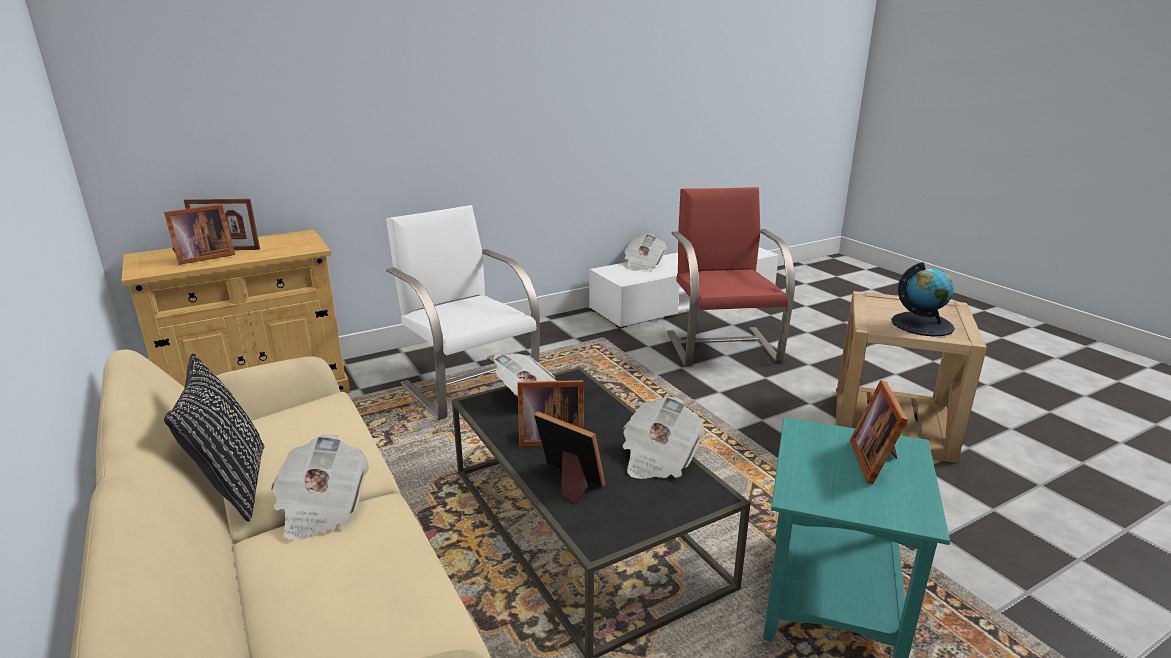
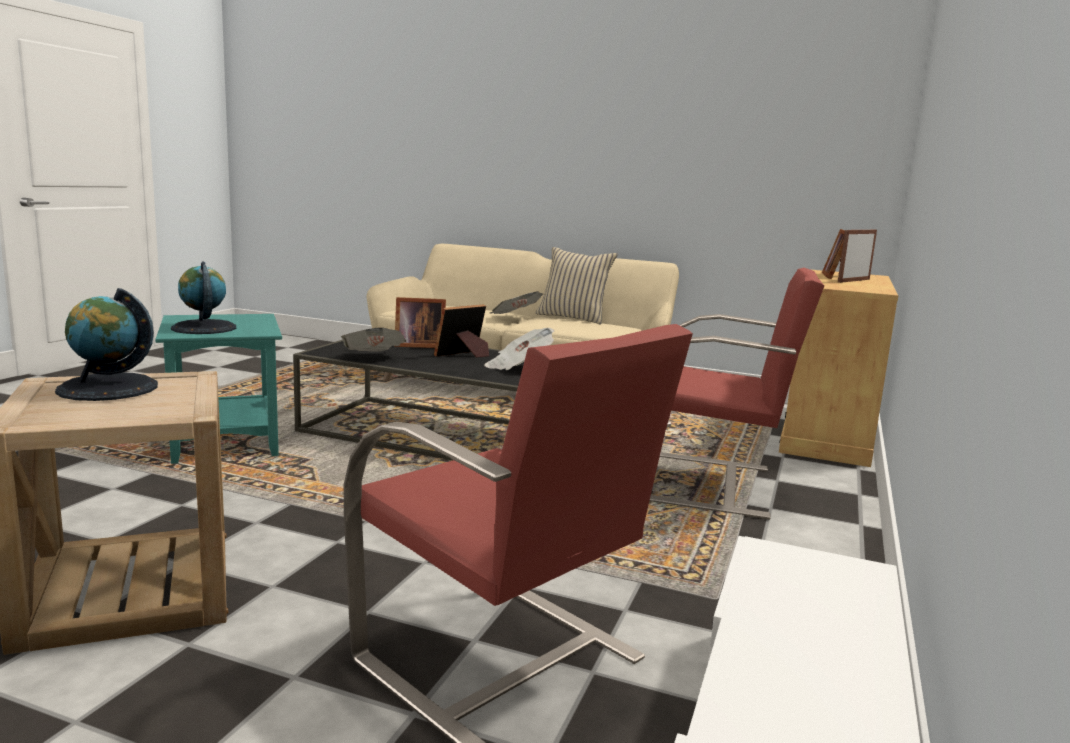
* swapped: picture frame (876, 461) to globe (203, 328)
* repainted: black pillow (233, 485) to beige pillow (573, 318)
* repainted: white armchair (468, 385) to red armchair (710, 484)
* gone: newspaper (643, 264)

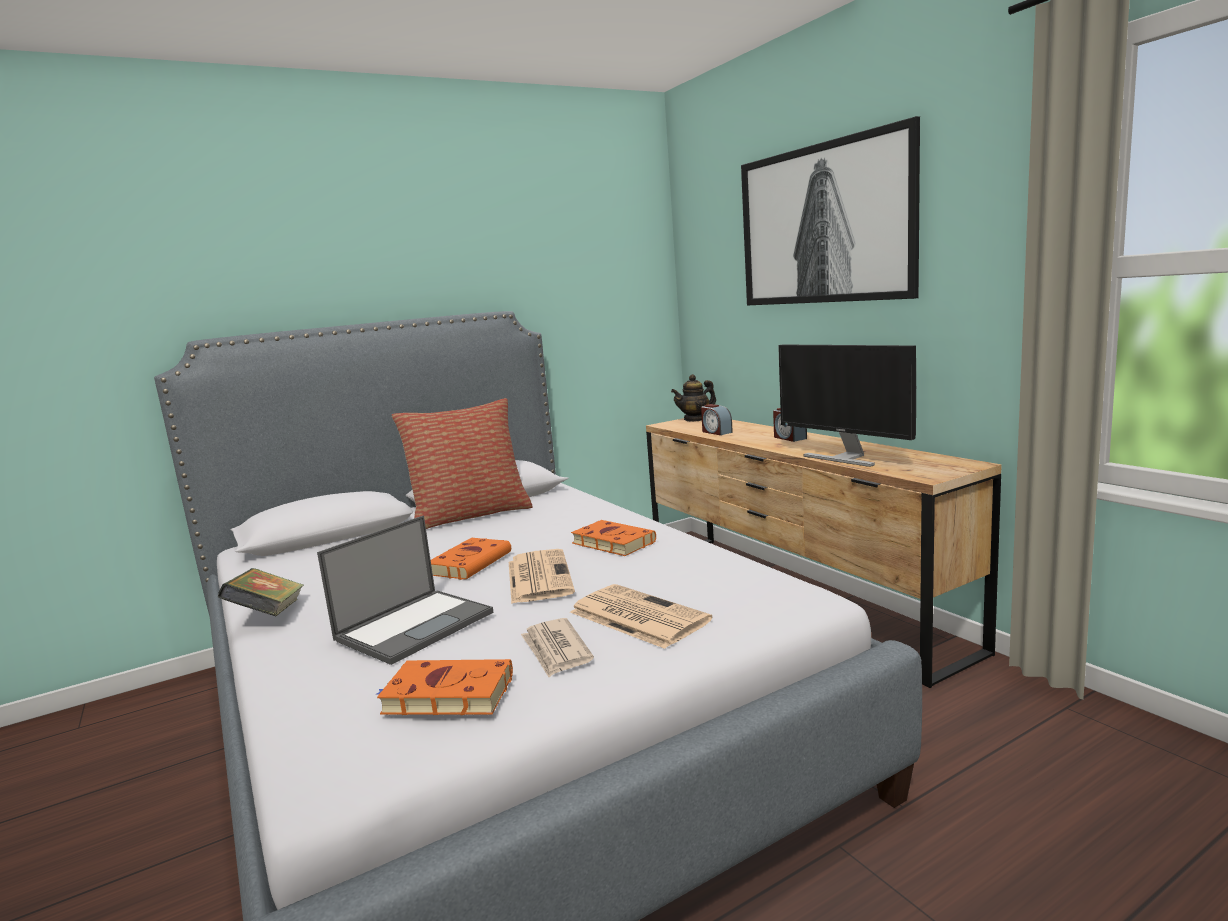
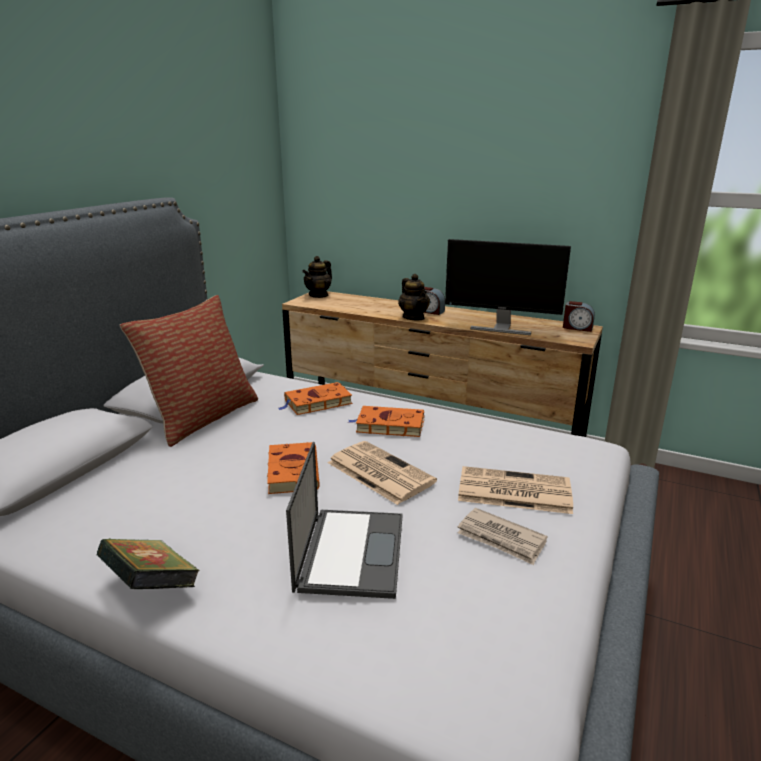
* shifted: orange book (444, 695) to (316, 403)
* new: teapot (413, 317)
* shifted: alarm clock (716, 432) to (577, 328)
* gone: picture (824, 224)

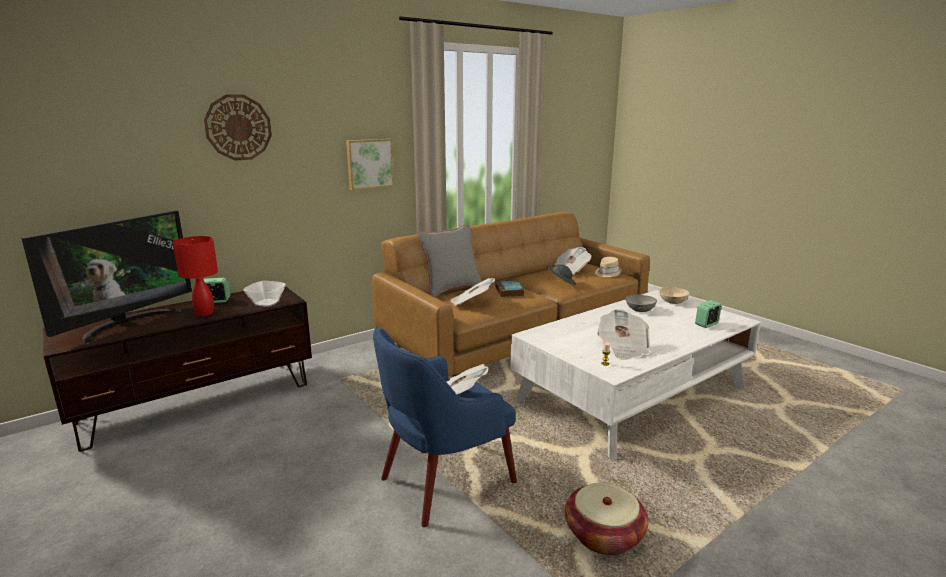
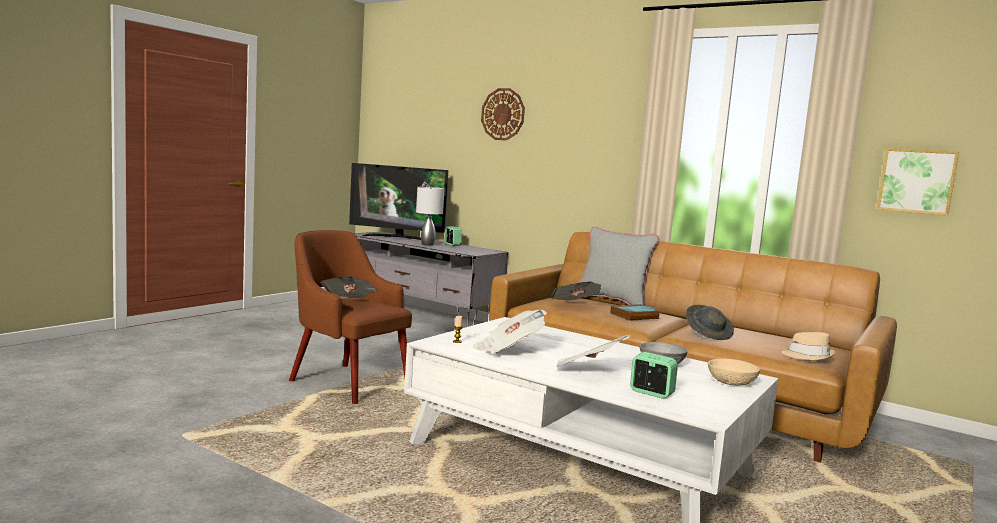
* repainted: blue armchair (444, 481) to brown armchair (347, 382)
* repainted: brown tv stand (199, 402) to grey tv stand (419, 315)
* repainted: red table lamp (205, 313) to grey table lamp (427, 244)
* shifted: newspaper (570, 271) to (587, 371)
* shifted: picture (369, 163) to (917, 181)
* gone: bowl (266, 303)
* gone: basket (603, 535)

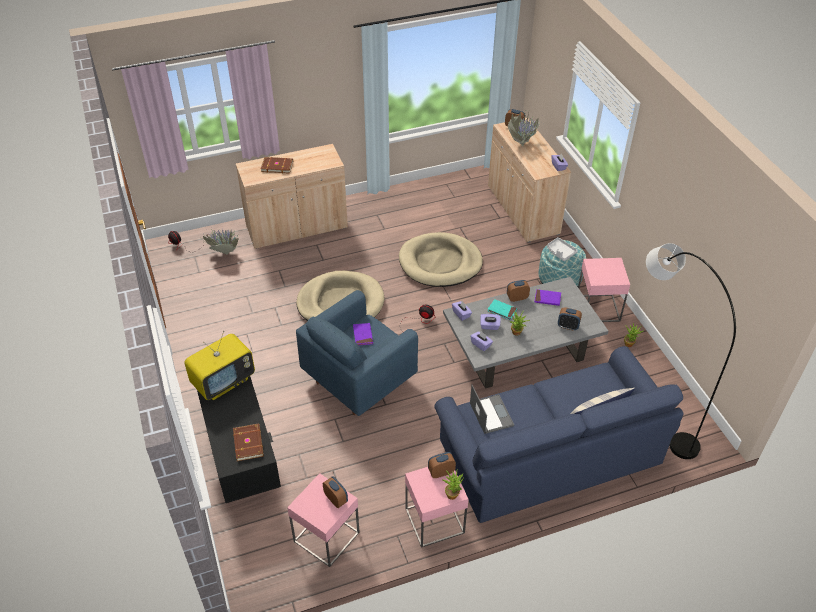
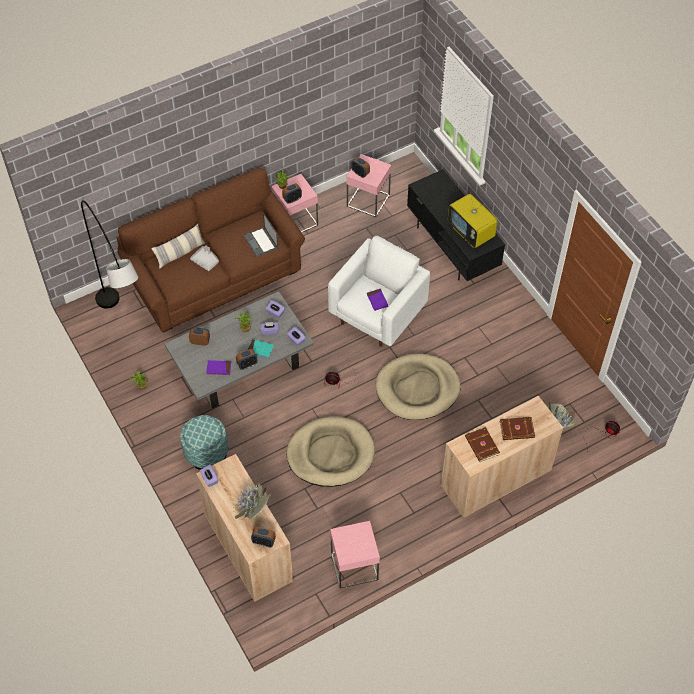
* repainted: blue sofa (548, 455) to brown sofa (215, 276)
* shifted: grey tray (560, 252) to (205, 261)
* repainted: blue armchair (360, 380) to white armchair (377, 315)
* shifted: pink side table (598, 308) to (354, 566)
* rotated: television (223, 381) = (471, 233) 75 degrees counterclockwise
* shifted: brown book (249, 443) to (481, 446)

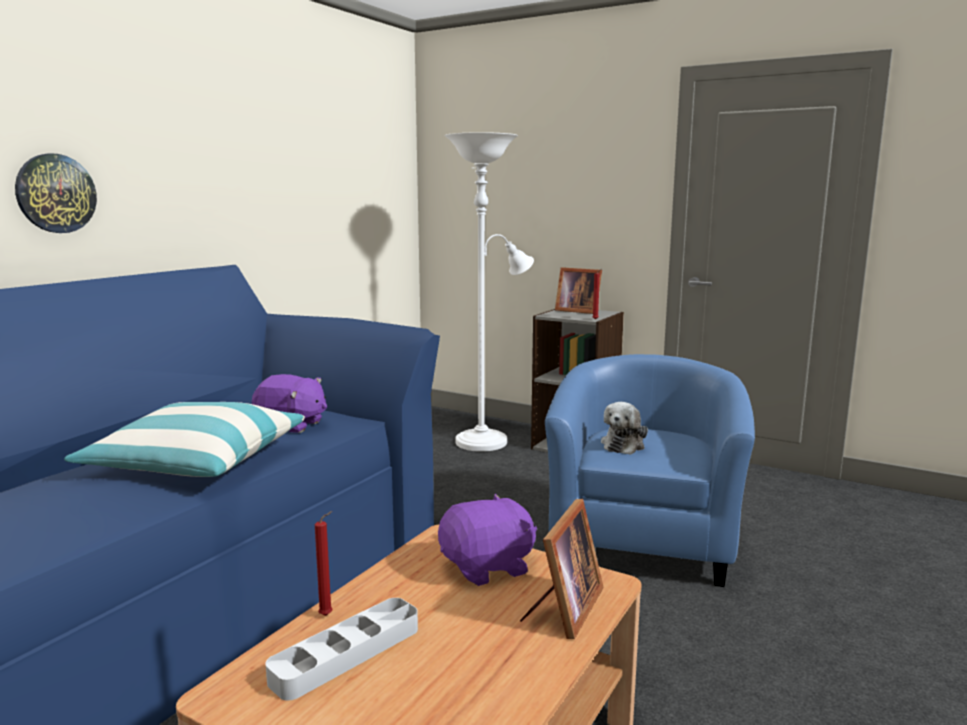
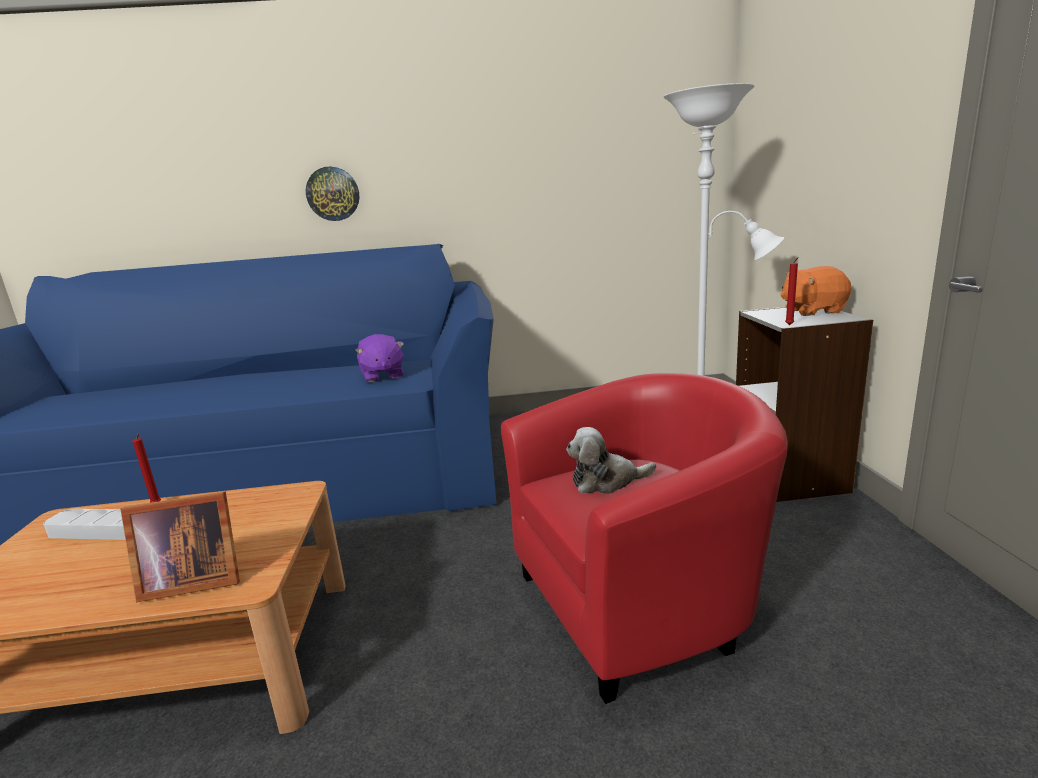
* repainted: blue armchair (643, 539) to red armchair (640, 604)
* swapped: picture frame (577, 311) to orange plush toy (812, 311)
* gone: pillow (196, 461)
* gone: purple plush toy (488, 567)

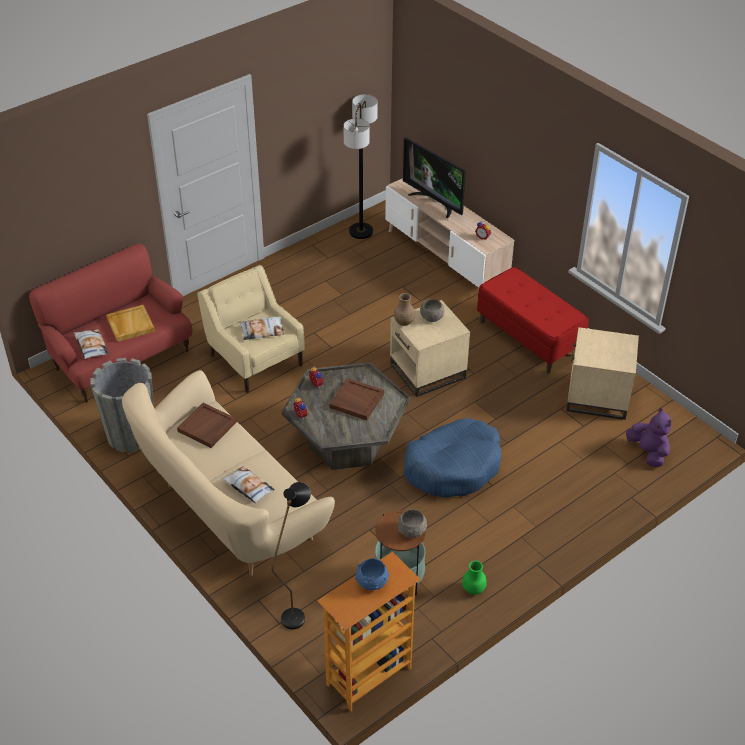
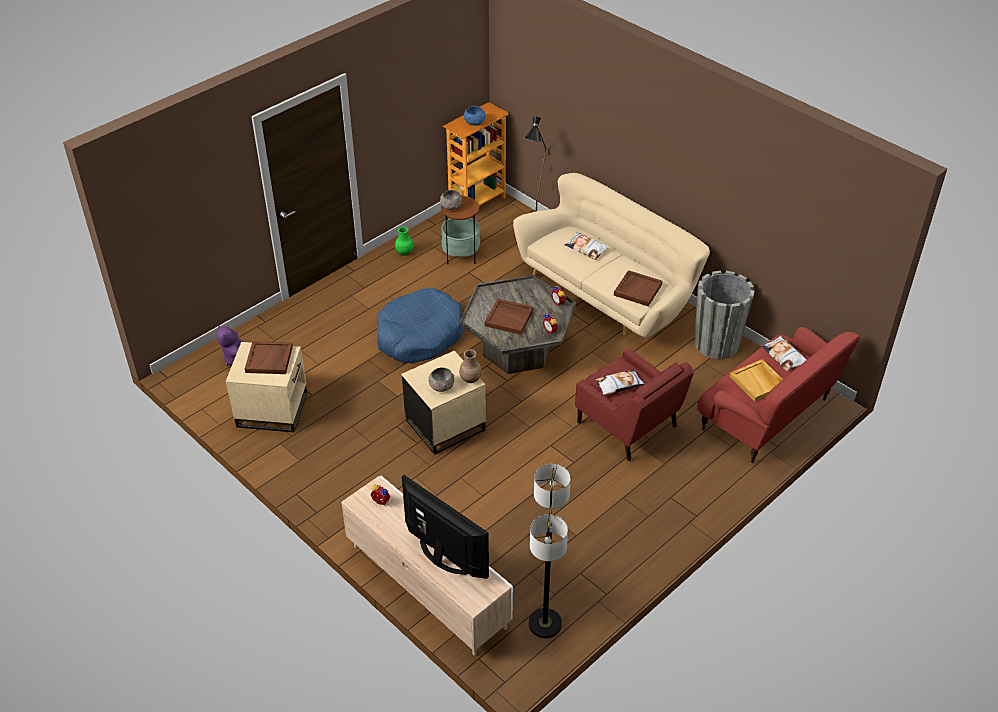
* new: brown tray (269, 359)
* repainted: beige armchair (255, 359) to red armchair (628, 426)
* gone: red bench (529, 338)

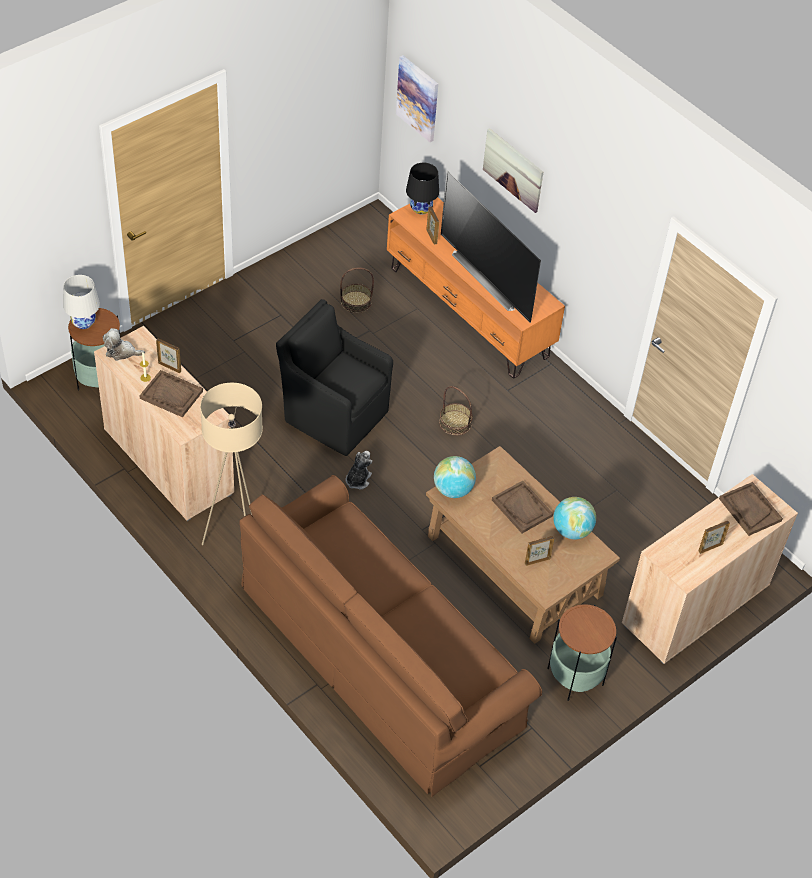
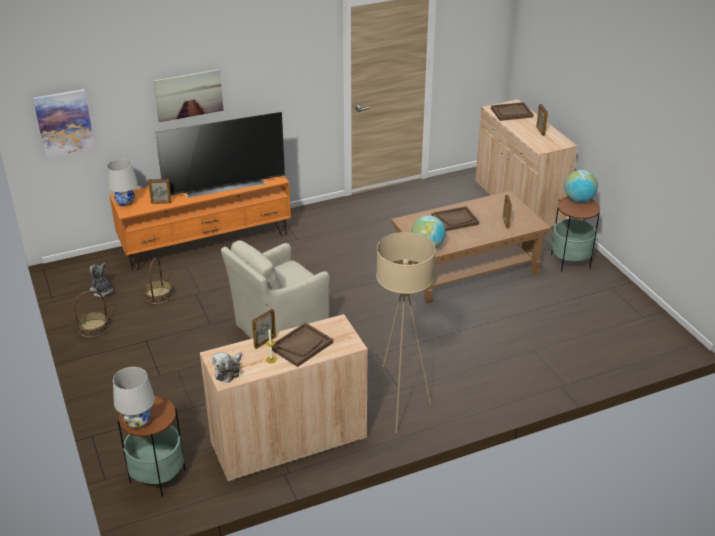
* shifted: basket (455, 422) to (93, 328)
* shifted: plush toy (357, 480) to (102, 291)
* repainted: black table lamp (421, 208) to white table lamp (125, 202)
* repainted: black armchair (333, 414) to beige armchair (279, 329)
* shifted: globe (571, 530) to (579, 200)
* gone: brown sofa (381, 654)

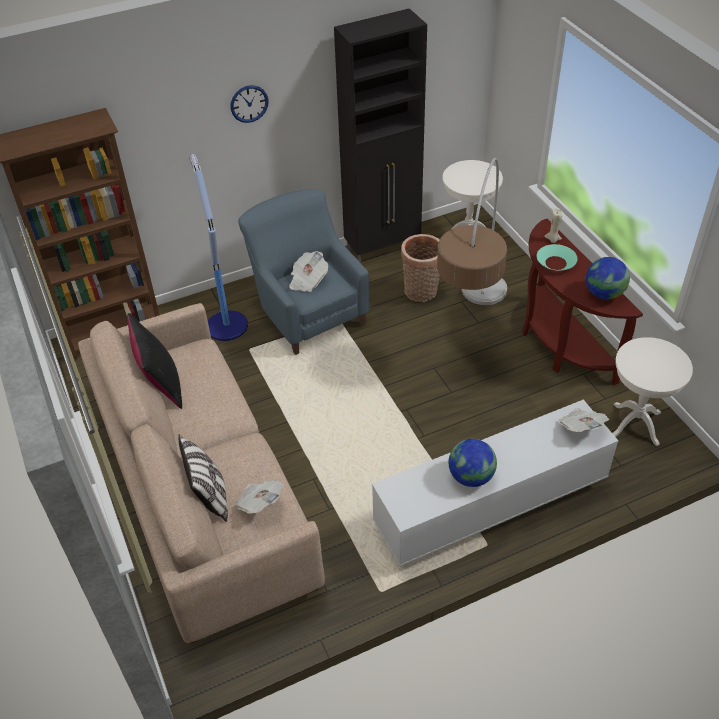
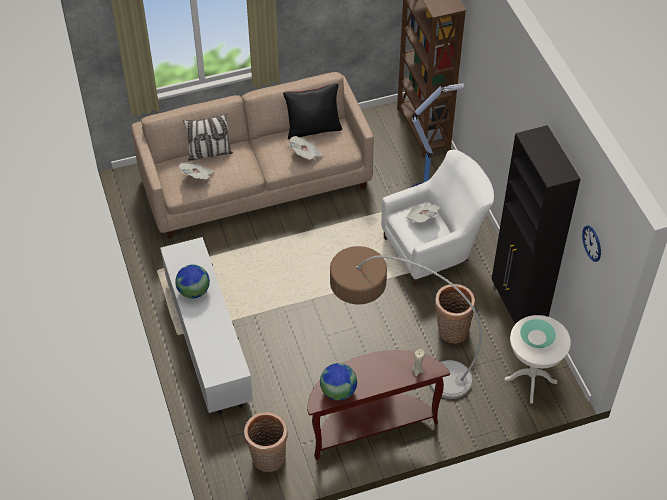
* swapped: white side table (635, 424) to basket (268, 460)
* shifted: newspaper (581, 427) to (305, 154)
* repainted: blue armchair (307, 312) to white armchair (435, 248)
* shifted: turquoise bowl (556, 263) to (537, 337)
* shifted: wall clock (249, 103) to (592, 243)

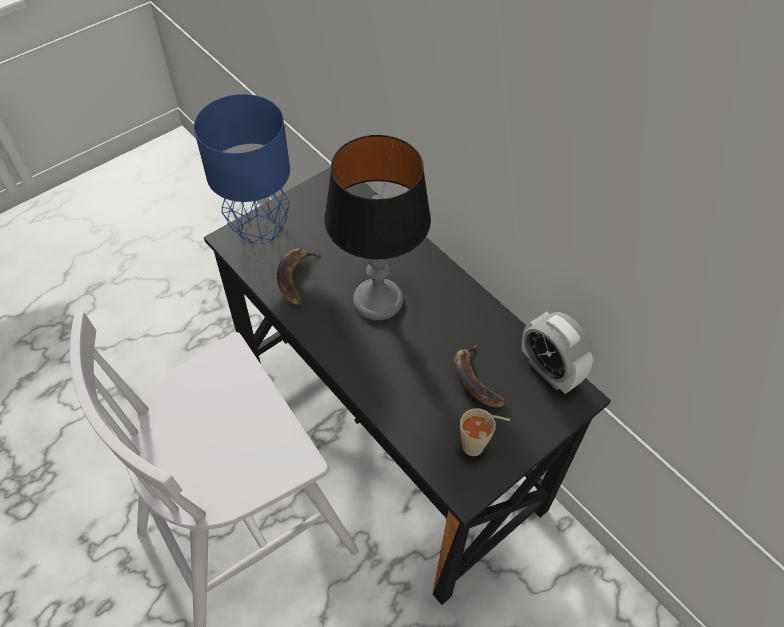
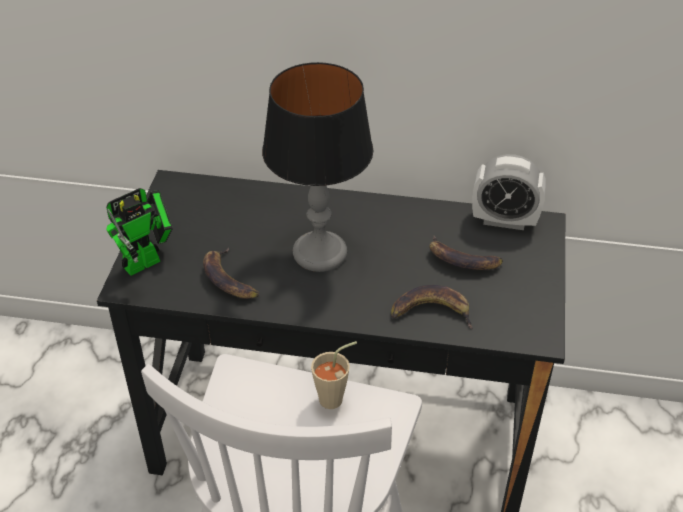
* swapped: blue table lamp (261, 228) to toy robot (147, 261)
* shifted: beige cup (478, 447) to (336, 397)
* new: banana (431, 311)

